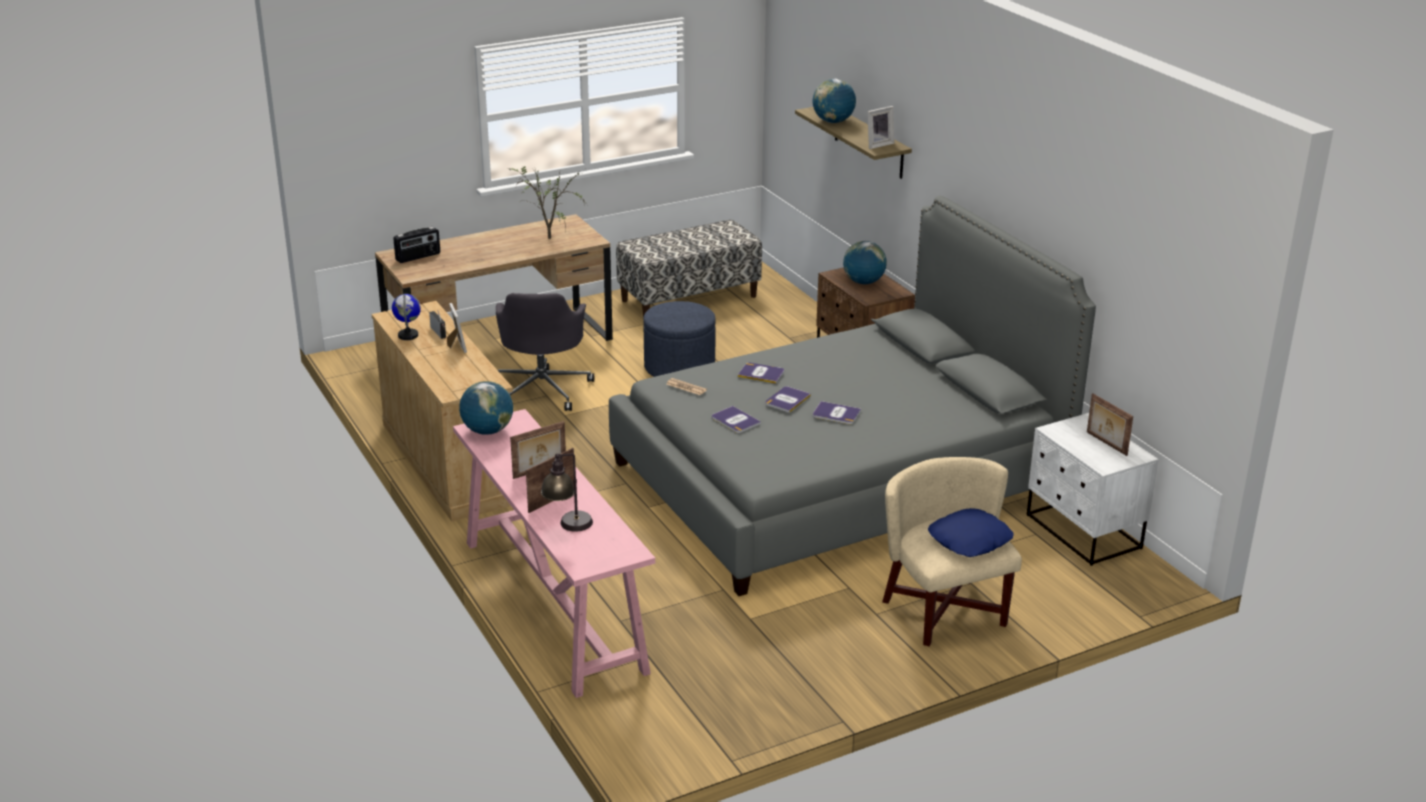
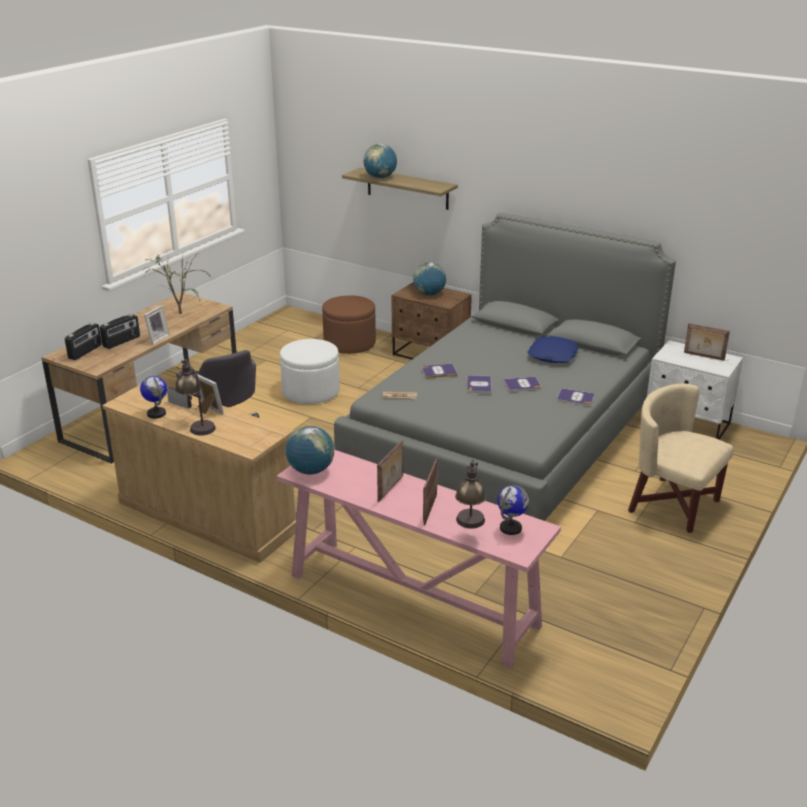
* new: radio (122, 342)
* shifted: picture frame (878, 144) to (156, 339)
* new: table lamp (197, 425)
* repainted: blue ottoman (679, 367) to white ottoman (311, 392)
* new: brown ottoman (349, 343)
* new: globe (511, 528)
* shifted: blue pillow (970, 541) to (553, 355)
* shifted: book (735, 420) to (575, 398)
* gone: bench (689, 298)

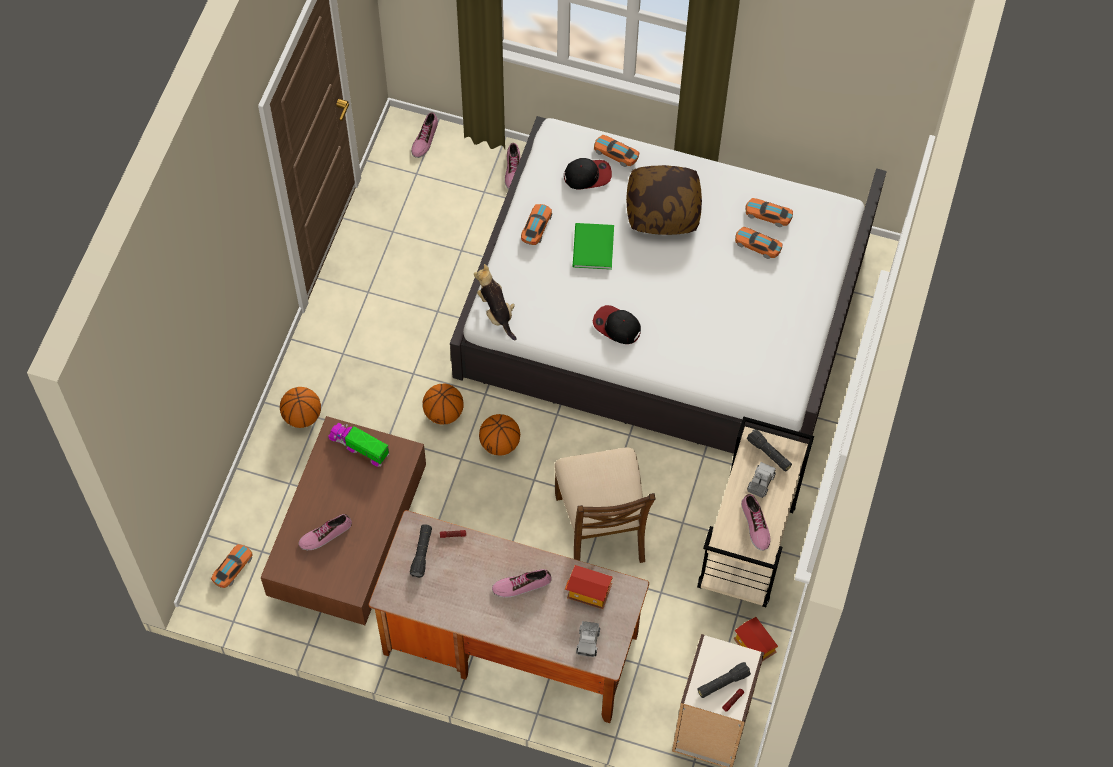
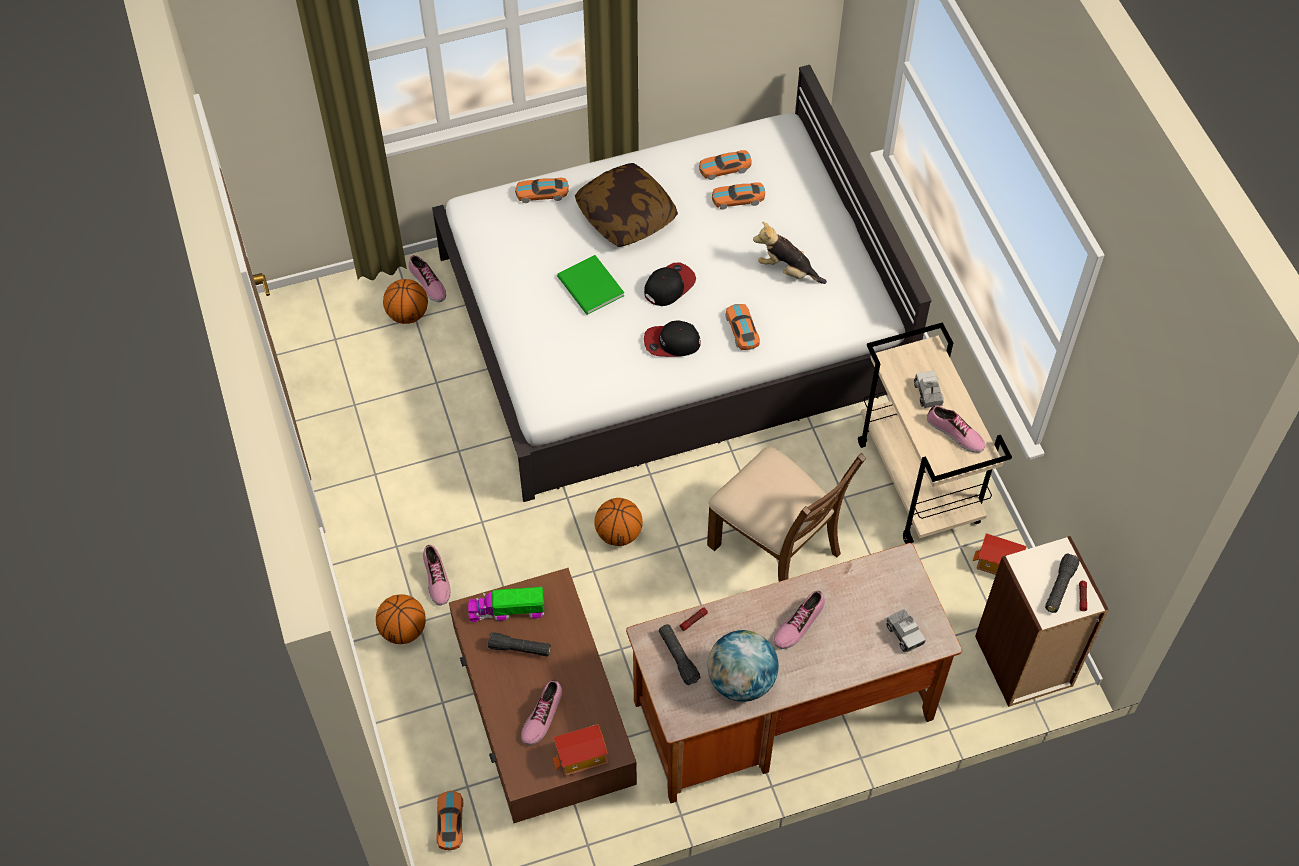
* shifted: basketball (444, 413) to (408, 314)
* shifted: shoe (424, 138) to (436, 579)
* shifted: black flashlight (769, 453) to (520, 648)
* shifted: toy house (588, 593) to (581, 757)
* shifted: cap (587, 175) to (669, 286)
* new: globe (741, 680)
* shifted: toy car (536, 227) to (742, 330)
* shifted: plush toy (496, 312) to (787, 270)

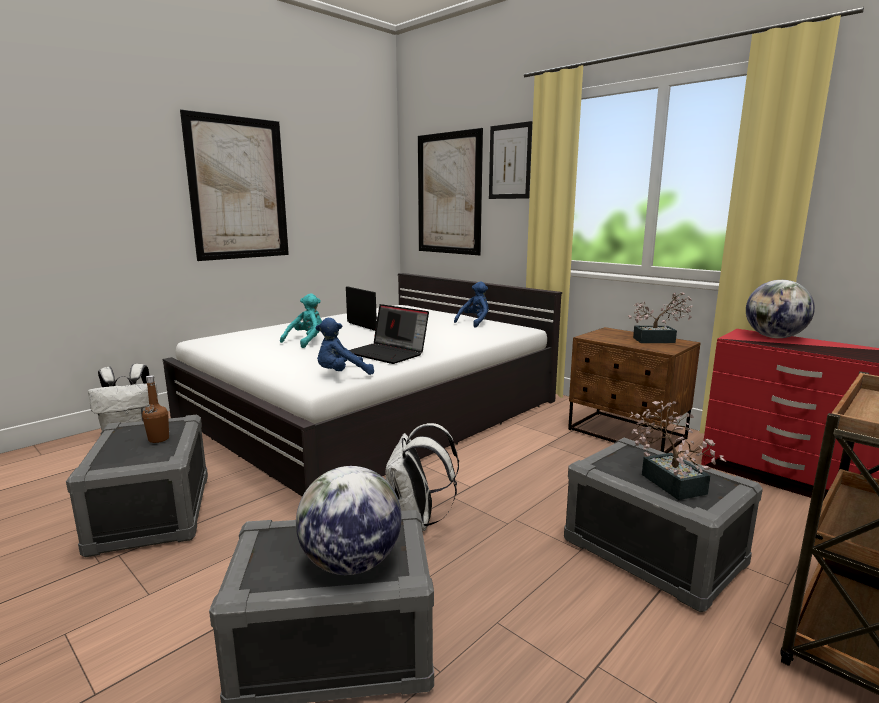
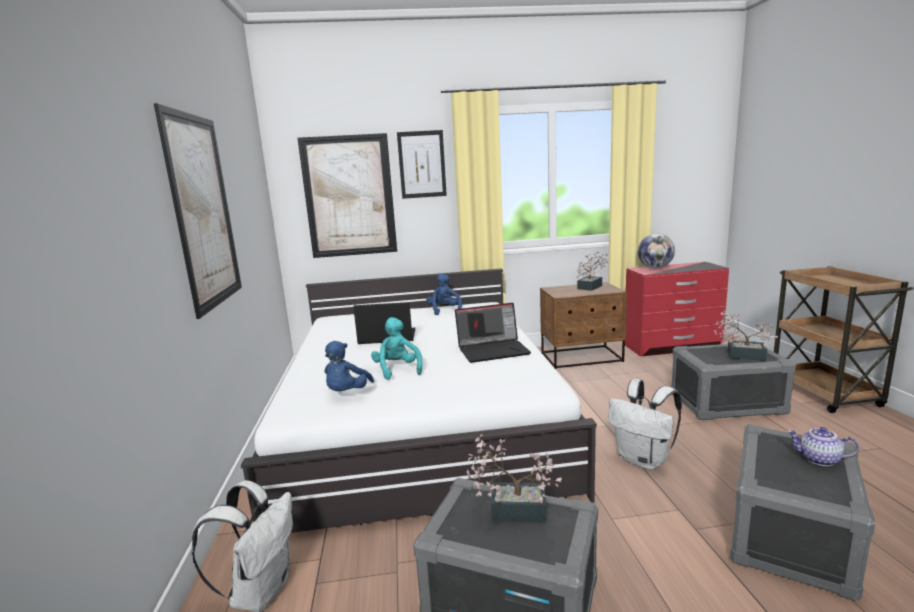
* shifted: blue plush toy (342, 375) to (347, 393)
* swapped: brown bottle (158, 439) to potted plant (511, 509)
* swapped: globe (351, 564) to teapot (819, 460)

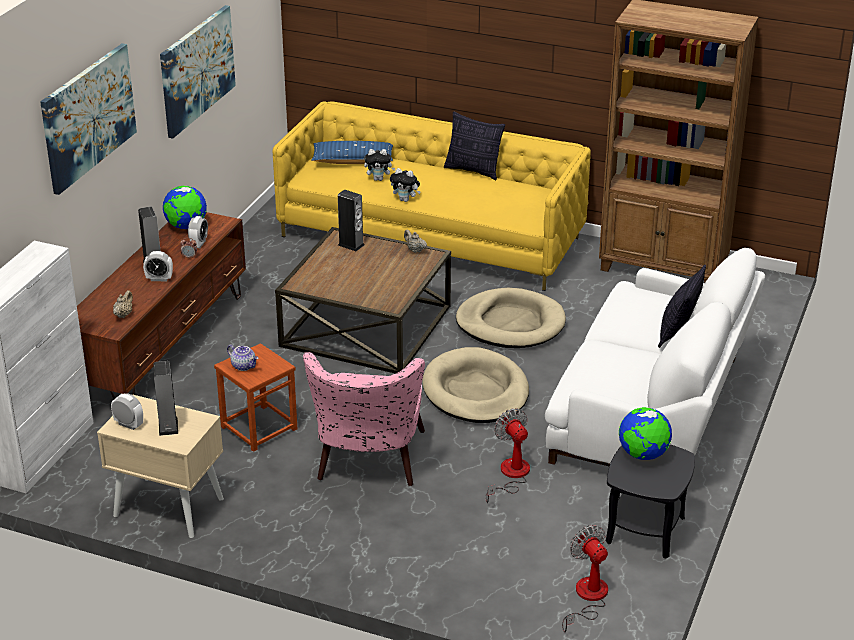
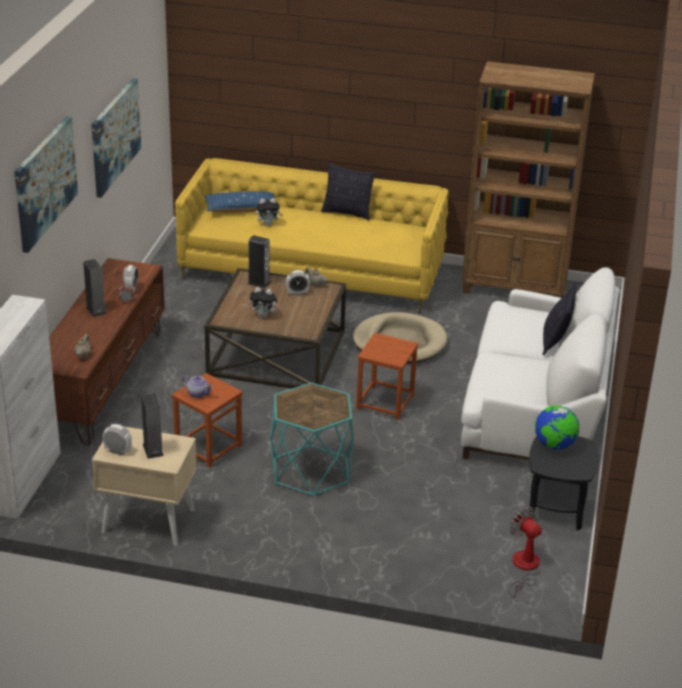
* shifted: plush toy (405, 200) to (264, 316)
* swapped: pink armchair (368, 464) to turquoise side table (311, 470)
* shifted: alarm clock (159, 279) to (297, 293)
* swapped: beige dog bed (475, 391) to brown stool (385, 402)
* gone: globe (186, 226)
* gone: fan (510, 475)

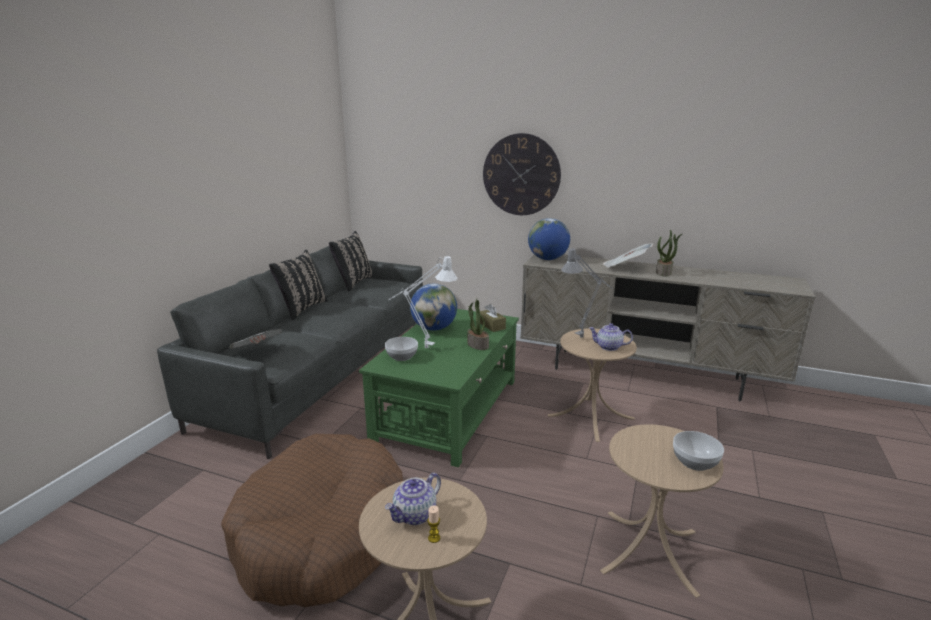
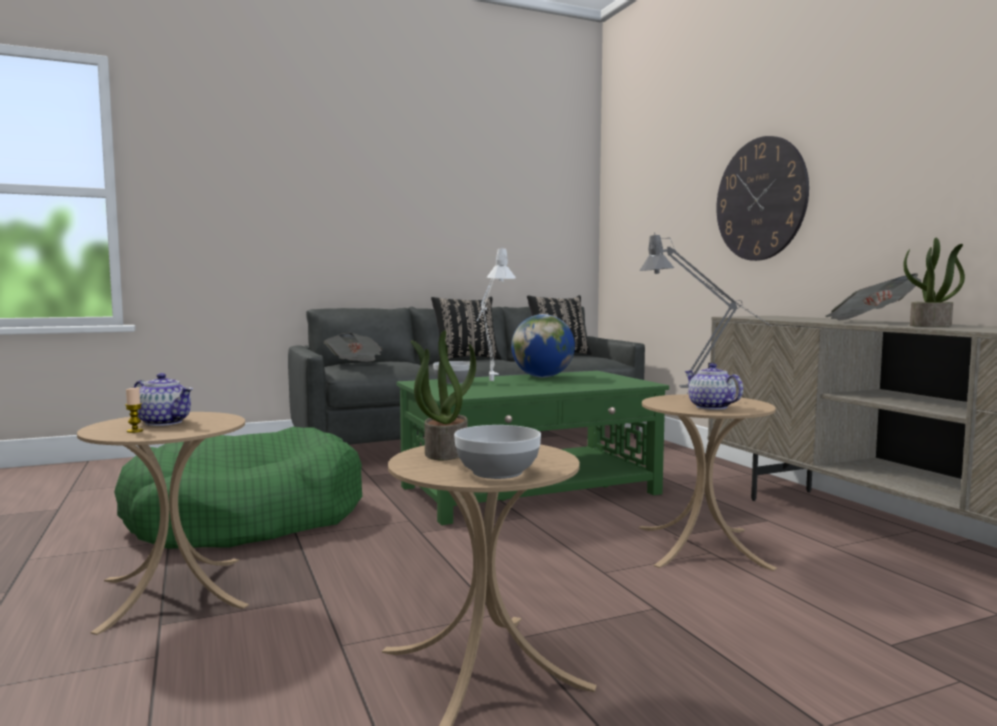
* repainted: brown dog bed (322, 533) to green dog bed (246, 517)
* rotated: teapot (415, 515) = (165, 422) 150 degrees counterclockwise
* shifted: potted plant (477, 345) to (445, 452)
* gone: brown tissue box (491, 326)
* gone: globe (548, 259)

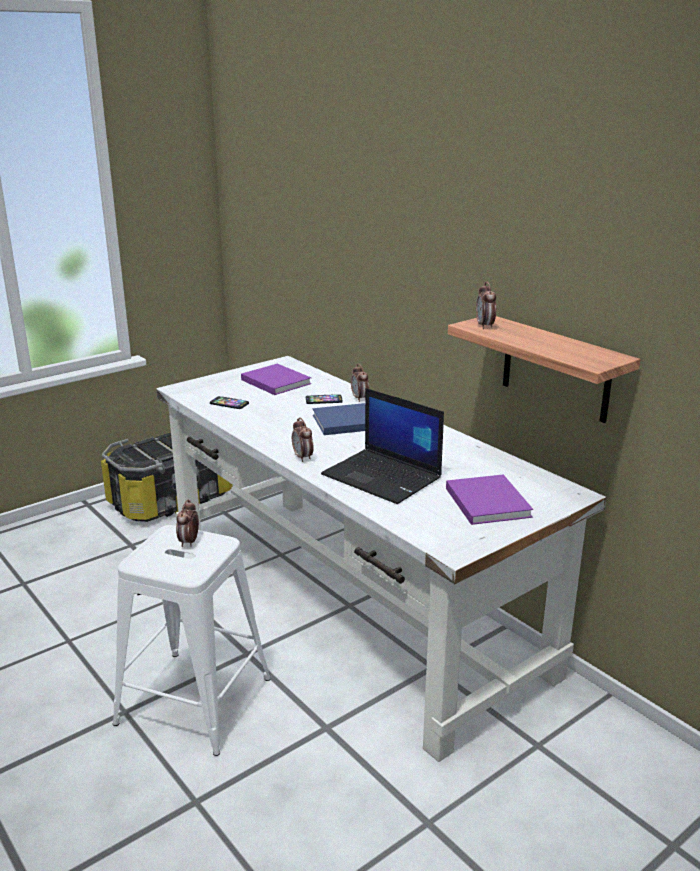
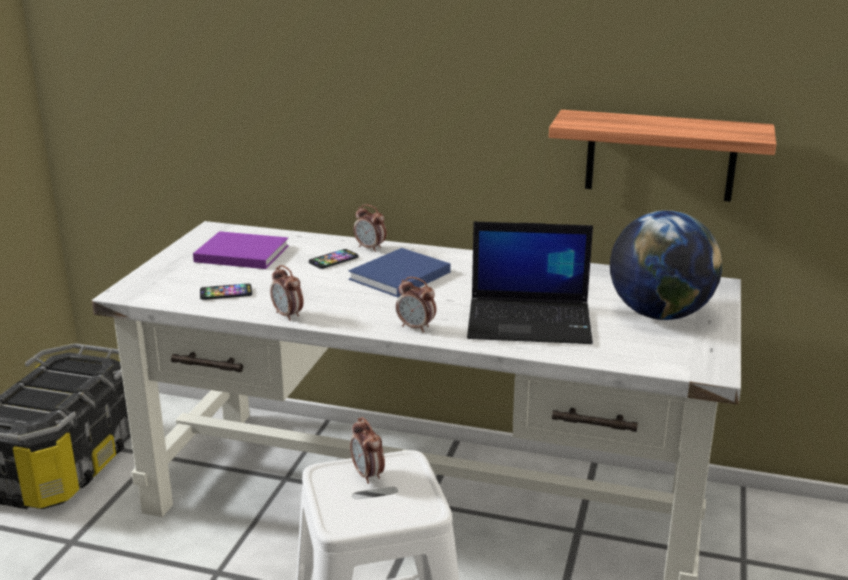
* shifted: alarm clock (485, 326) to (288, 315)
* swapped: purple book (486, 501) to globe (659, 314)

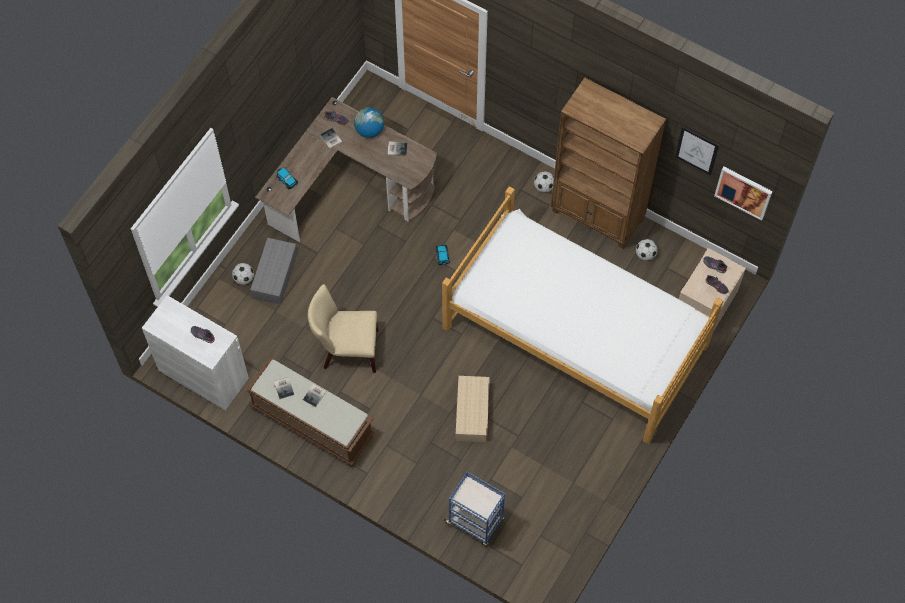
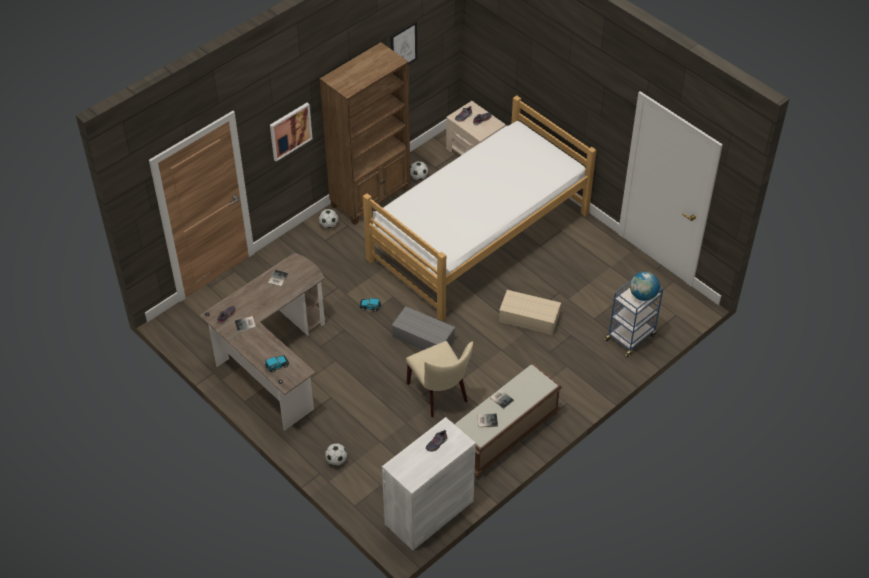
* shifted: picture (743, 192) to (290, 131)
* shifted: grey storage box (274, 274) to (422, 338)
* rotated: beige chair (346, 350) = (440, 394) 45 degrees counterclockwise
* shifted: globe (369, 130) to (643, 295)

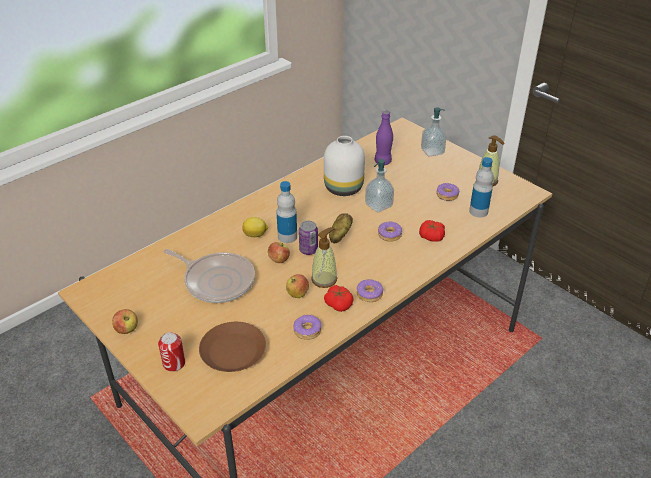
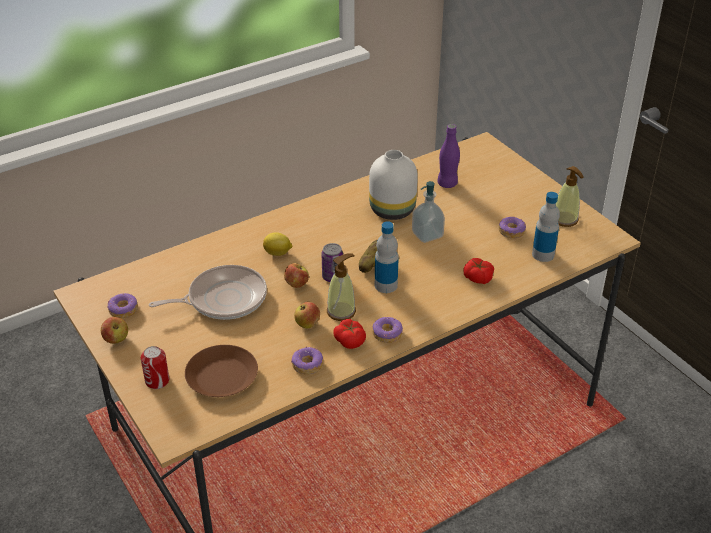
* shifted: donut (389, 235) to (123, 310)
* rotated: frying pan (217, 281) = (223, 299) 60 degrees counterclockwise
* shifted: bottle (287, 236) to (386, 285)
* gone: soap dispenser (432, 151)

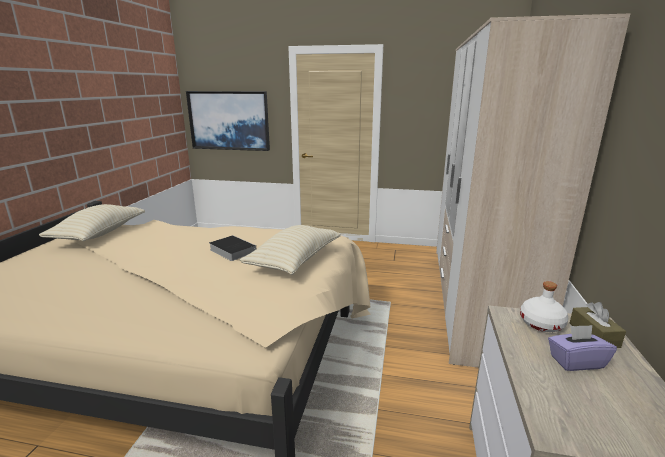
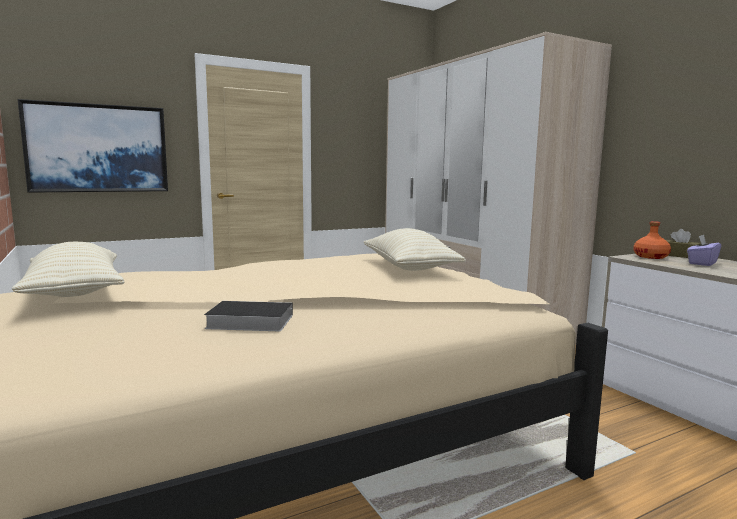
* shifted: book (231, 250) to (247, 321)
* repainted: white bottle (542, 324) to orange bottle (651, 257)

